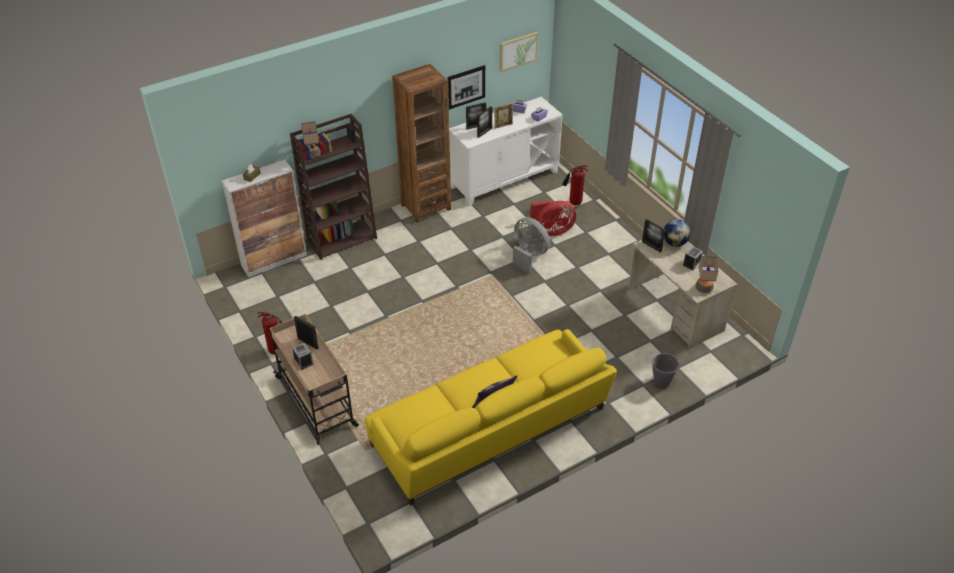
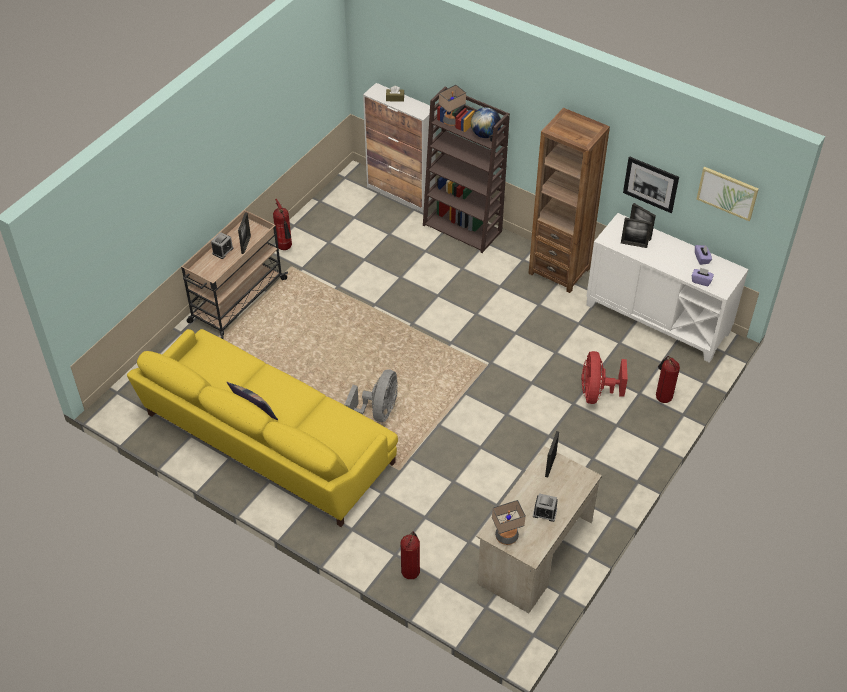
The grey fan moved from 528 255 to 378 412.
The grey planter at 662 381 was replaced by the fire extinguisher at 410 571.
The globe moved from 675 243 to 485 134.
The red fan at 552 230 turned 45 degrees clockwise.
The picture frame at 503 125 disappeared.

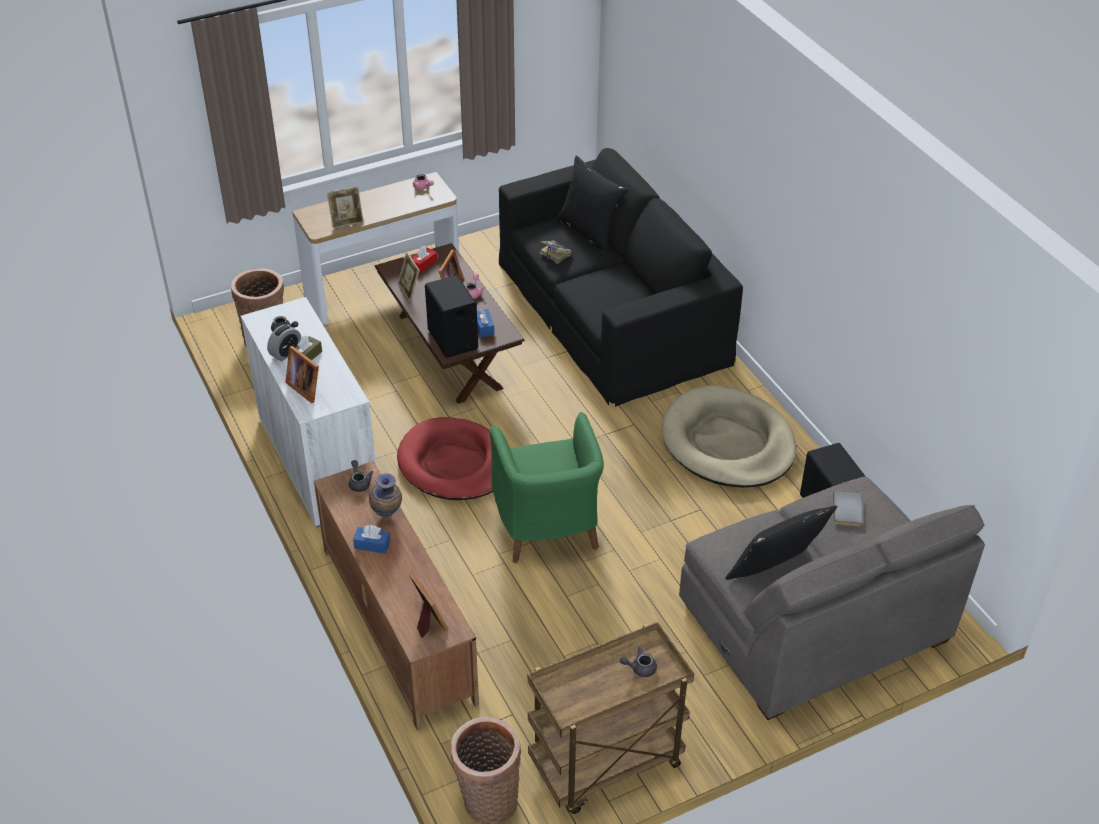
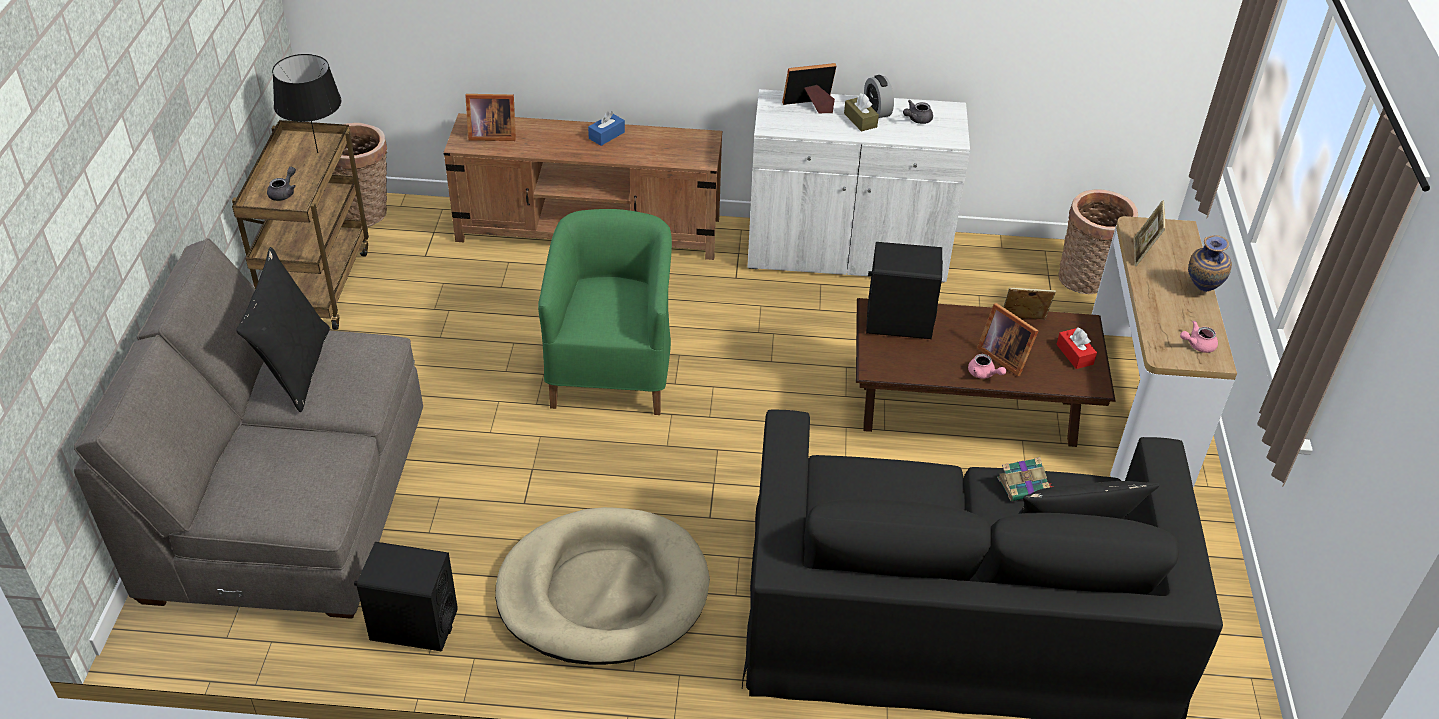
The black table lamp at 318 153 appeared.
The green armchair at 547 528 turned 75 degrees clockwise.
The vase moved from 387 516 to 1200 290.
The grey teapot at 359 482 disappeared.
The red dog bed at 454 464 disappeared.
The blue tissue box at 484 327 disappeared.
The grey book at 849 510 disappeared.

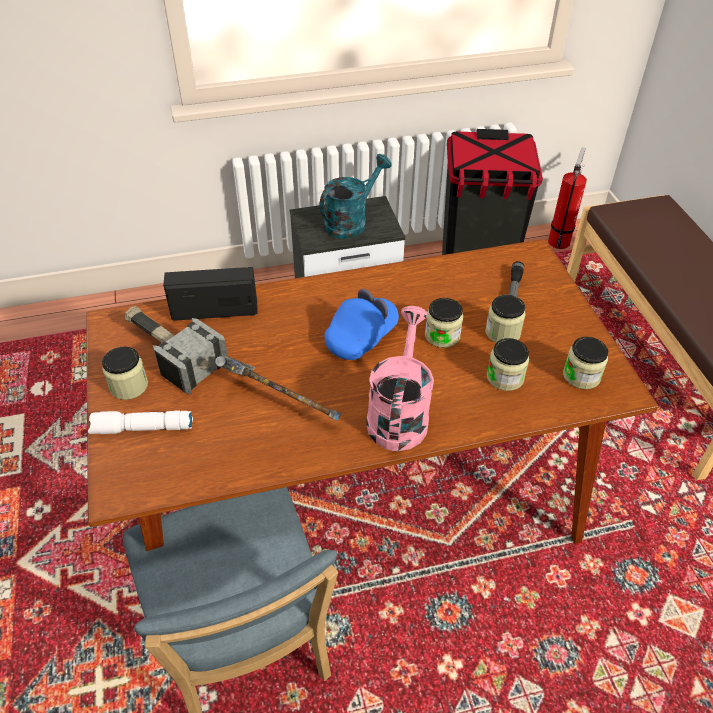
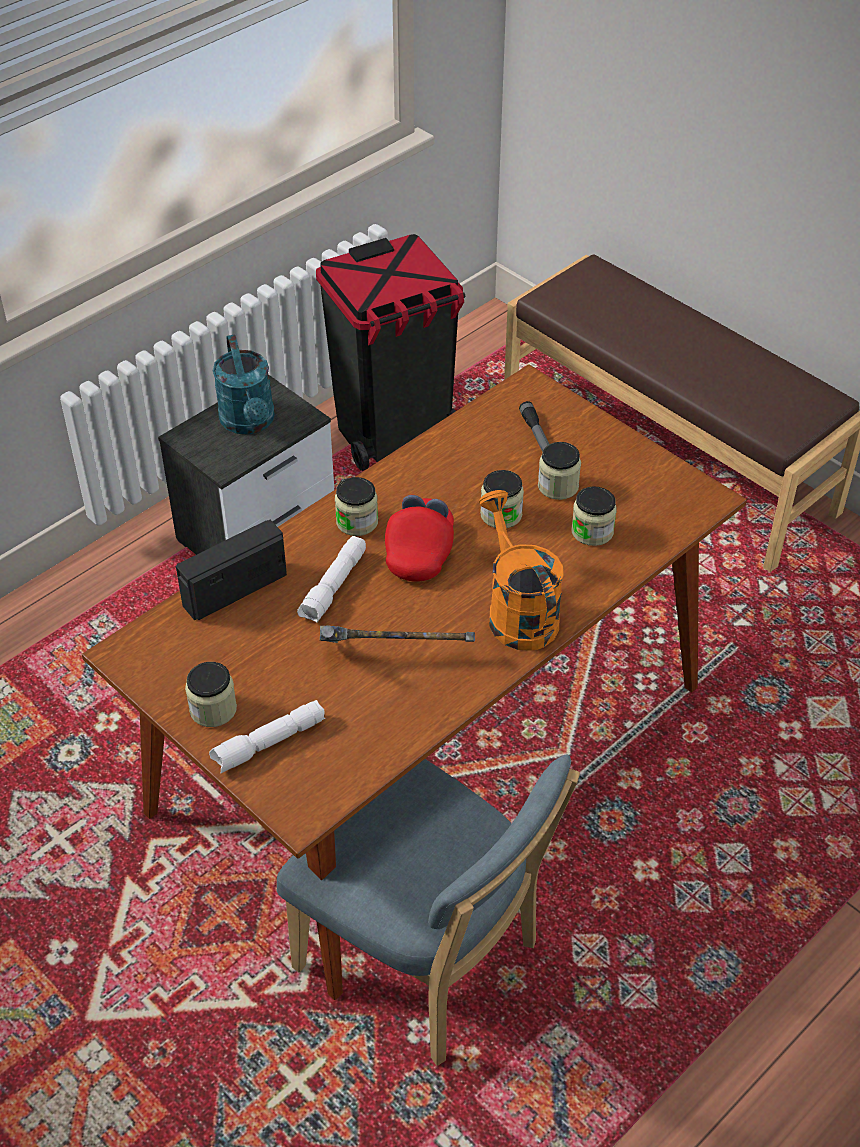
The turquoise watering can at 351 221 turned 150 degrees clockwise.
The white flashlight at 334 587 appeared.
The jar moved from 581 376 to 357 522.
The blue cap at 361 337 became the red cap at 420 551.
The pink watering can at 399 413 became the orange watering can at 517 611.
The hammer at 171 352 disappeared.
The fire extinguisher at 559 240 disappeared.

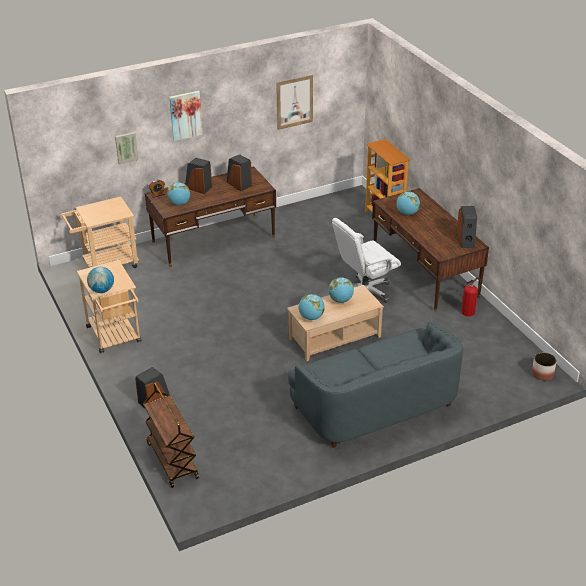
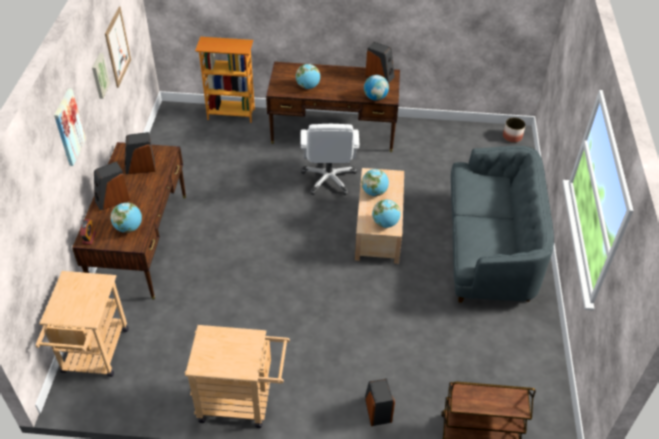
The picture moved from 126 147 to 99 75.
The globe moved from 102 290 to 375 97.
The fire extinguisher at 468 311 disappeared.

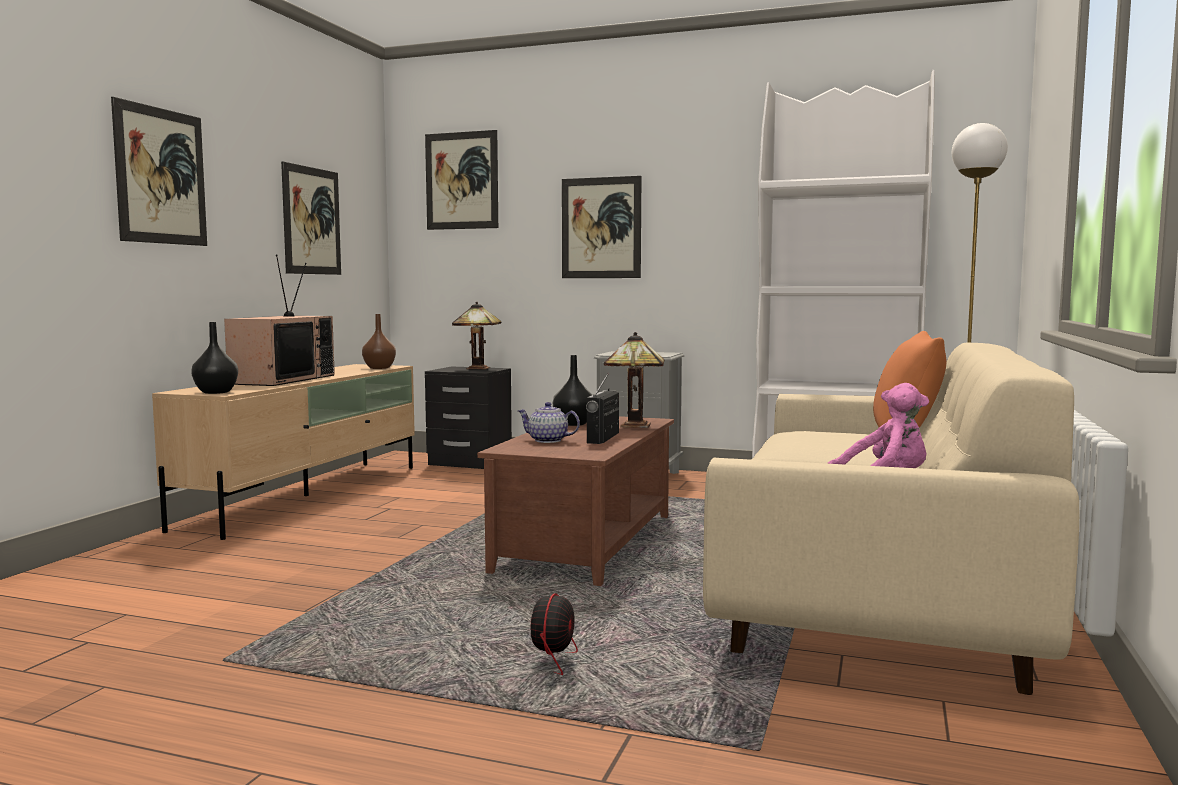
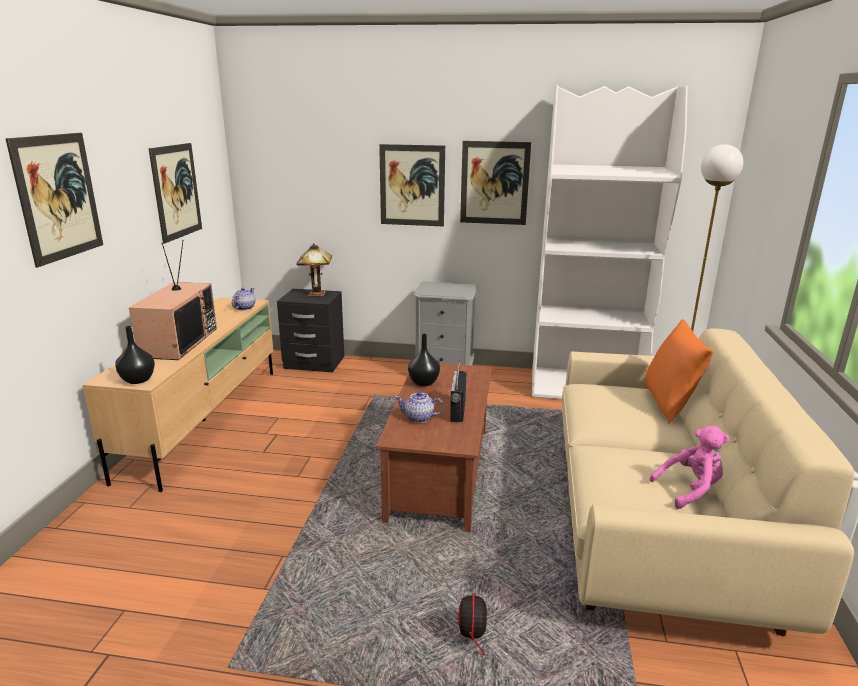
The brown vase at 378 368 was replaced by the teapot at 244 308.
The picture moved from 461 181 to 494 183.
The table lamp at 632 426 disappeared.

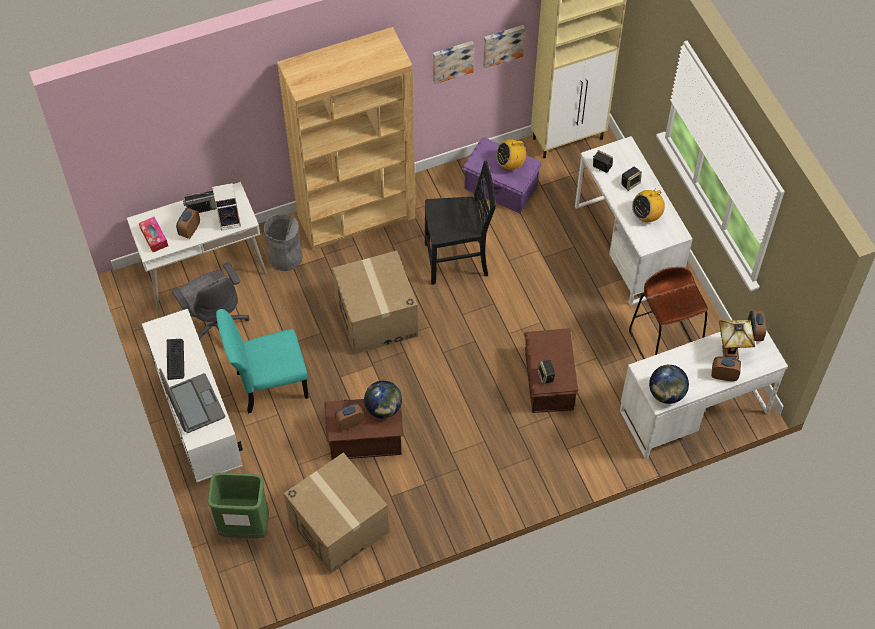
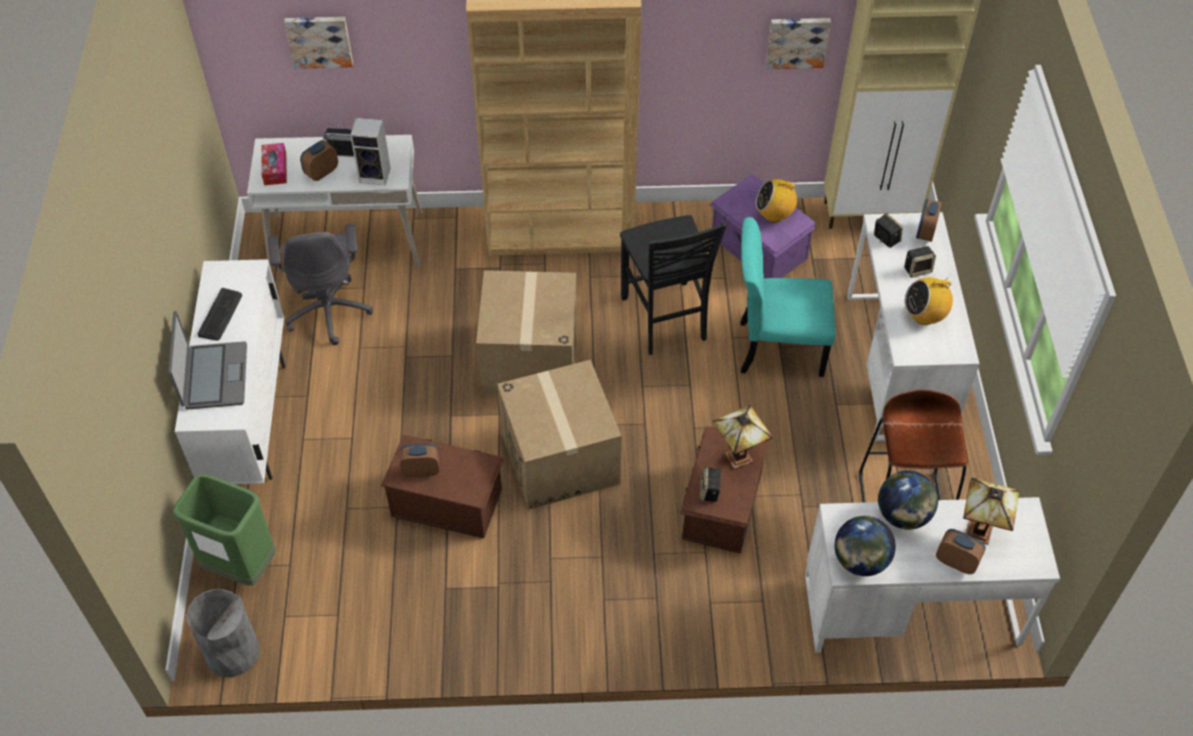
The grey trash can moved from 285 257 to 232 652.
The picture moved from 452 60 to 319 40.
The cardboard box moved from 339 526 to 560 458.
The black chair at 458 261 turned 60 degrees clockwise.
The table lamp at 736 456 appeared.
The turquoise chair moved from 268 385 to 776 348.
The globe moved from 383 408 to 902 515.
The alarm clock moved from 754 333 to 925 232.

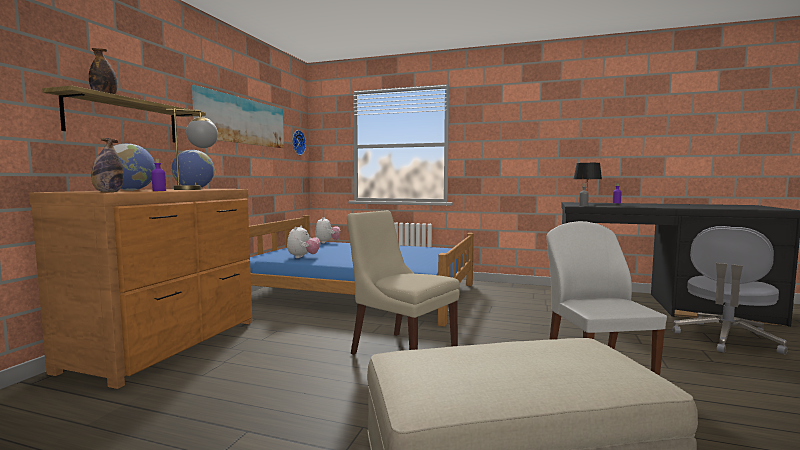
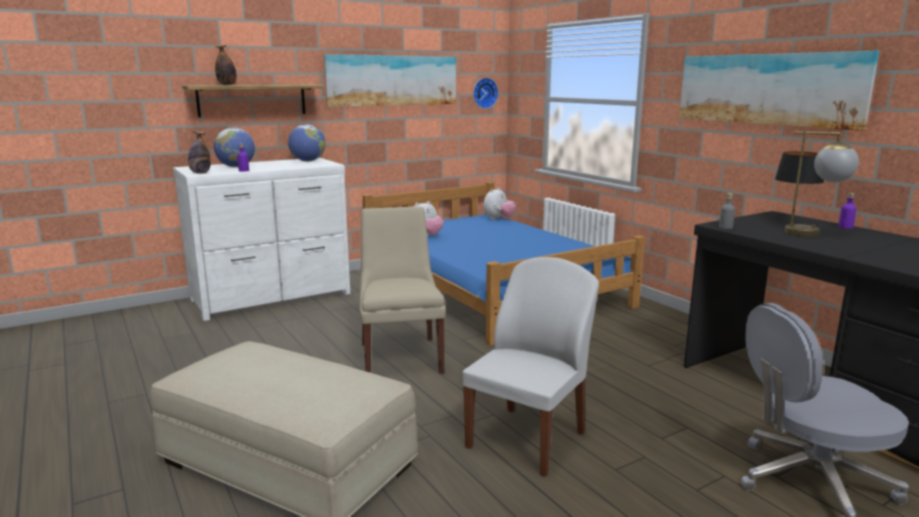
The brown dresser at 168 344 became the white dresser at 272 297.
The picture at 767 89 appeared.
The table lamp moved from 197 189 to 814 233.

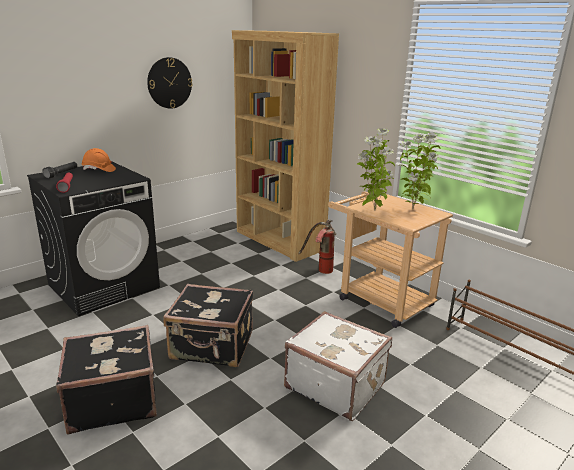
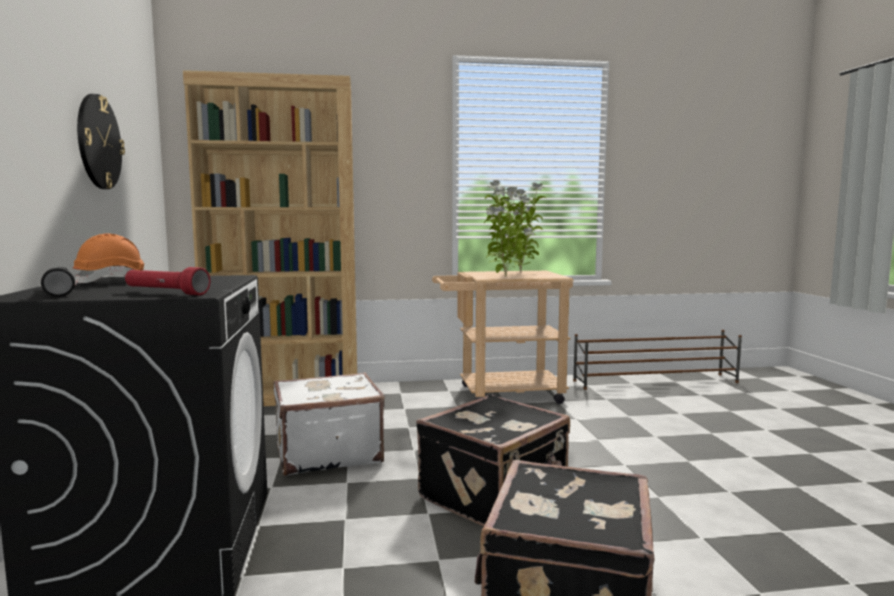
The white suitcase moved from 335 384 to 327 453.
The fire extinguisher at 319 270 disappeared.

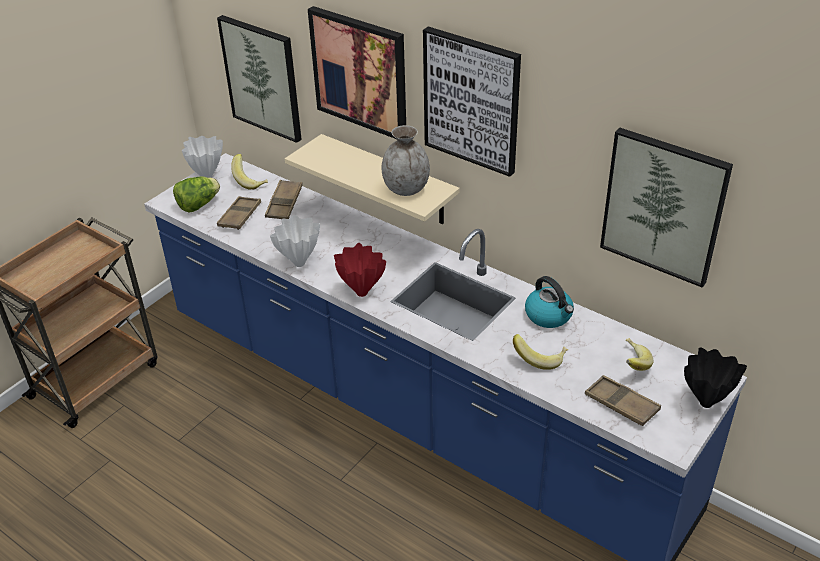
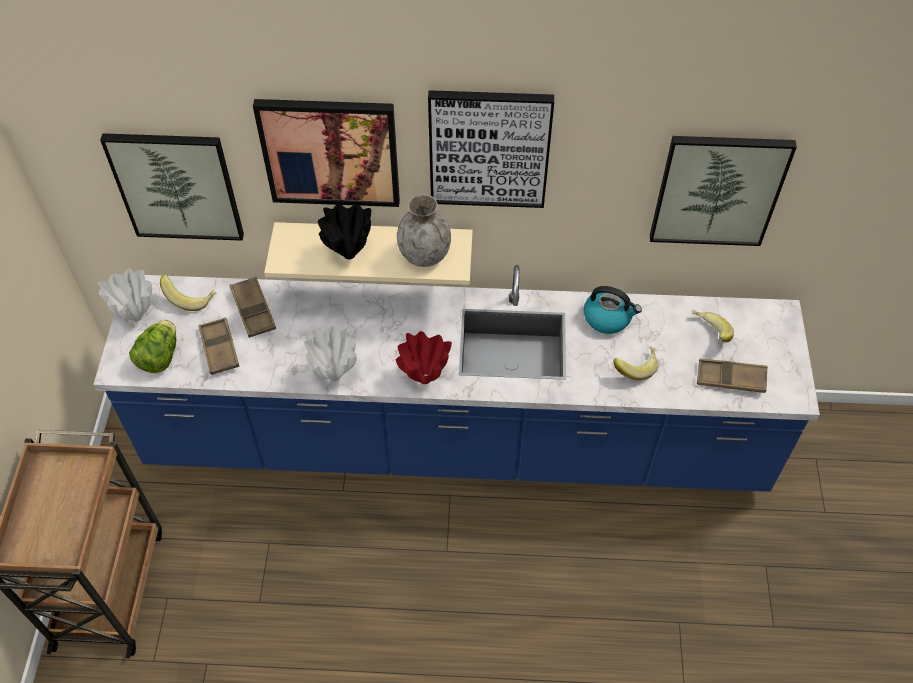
The black vase moved from 704 403 to 348 255.

